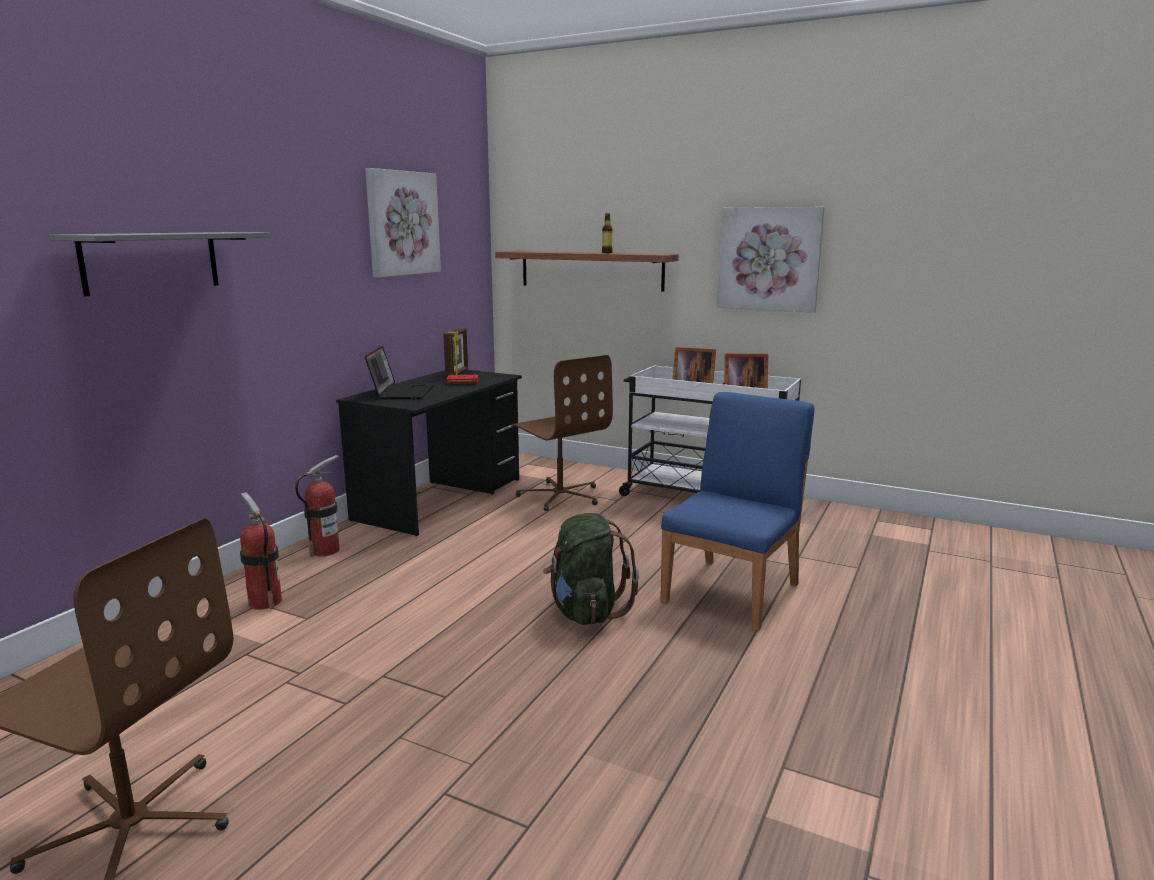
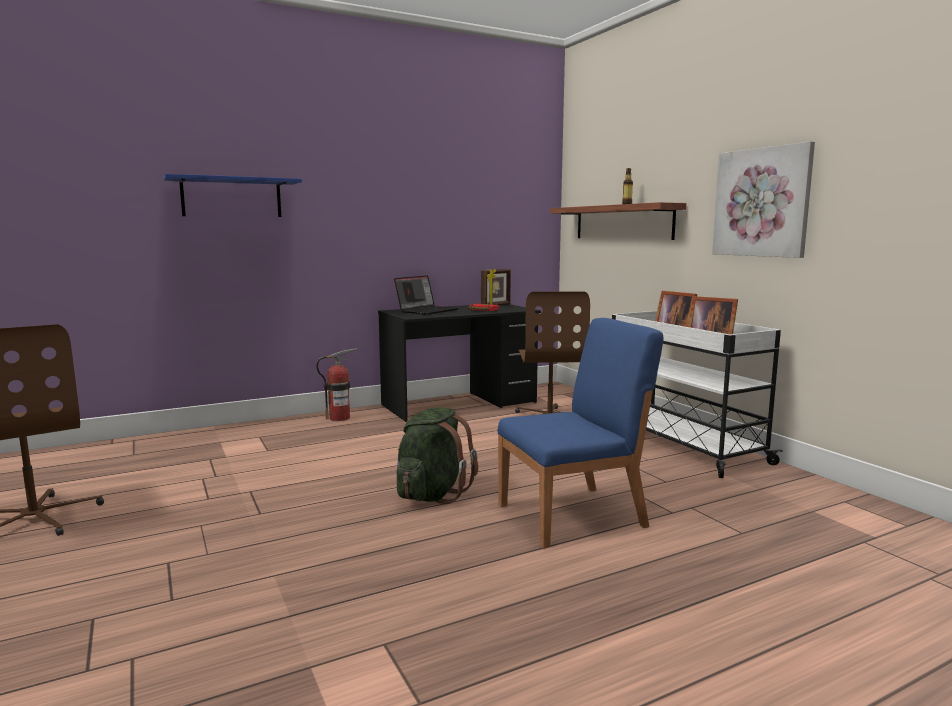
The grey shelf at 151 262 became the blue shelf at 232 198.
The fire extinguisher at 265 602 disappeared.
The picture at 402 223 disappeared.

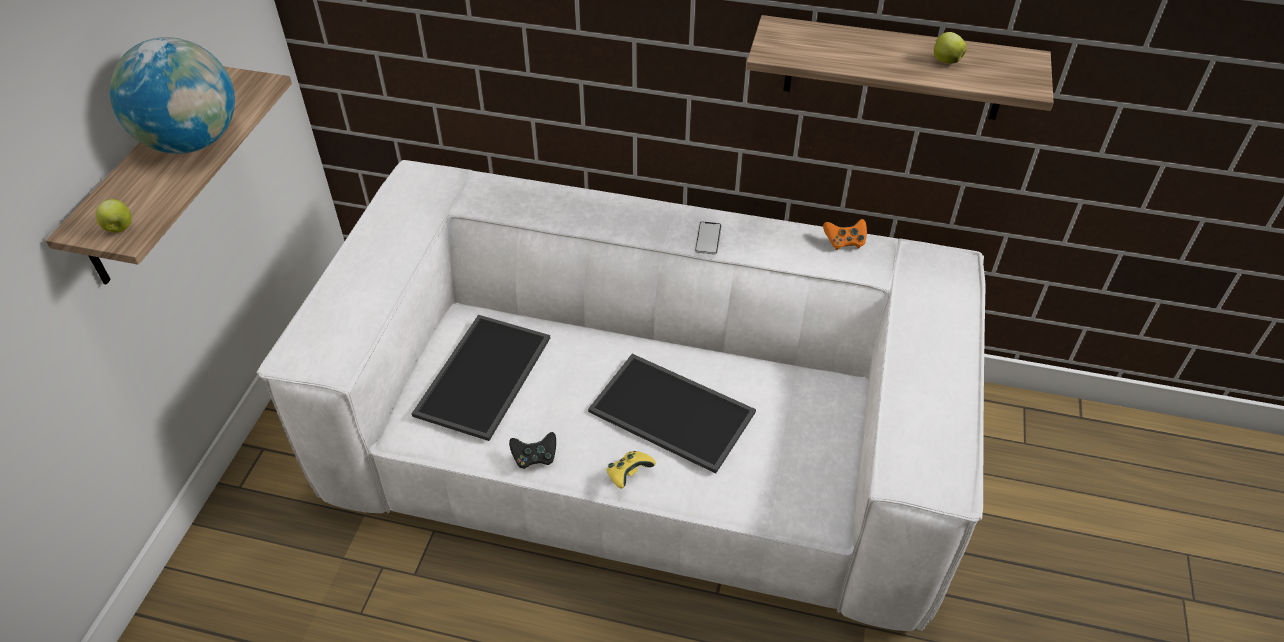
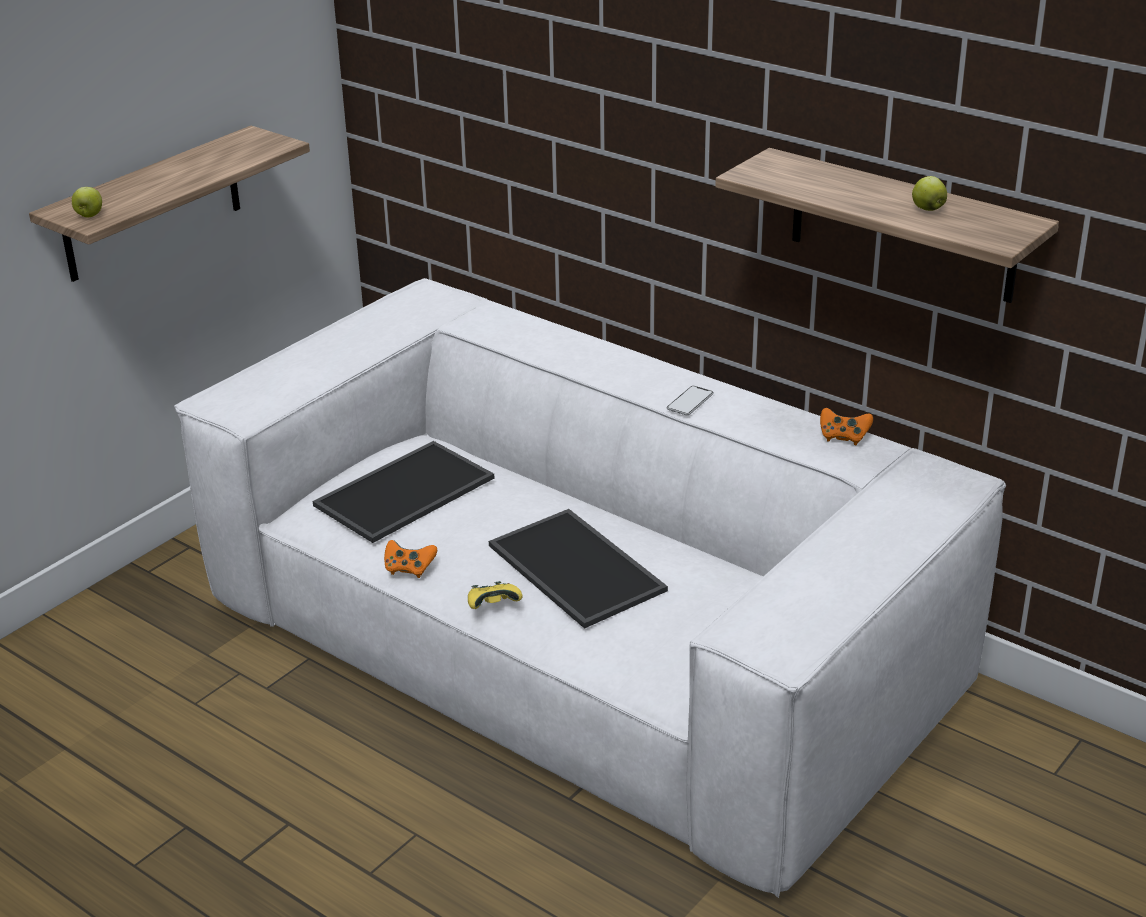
The black game controller at 534 457 became the orange game controller at 409 569.
The globe at 192 142 disappeared.

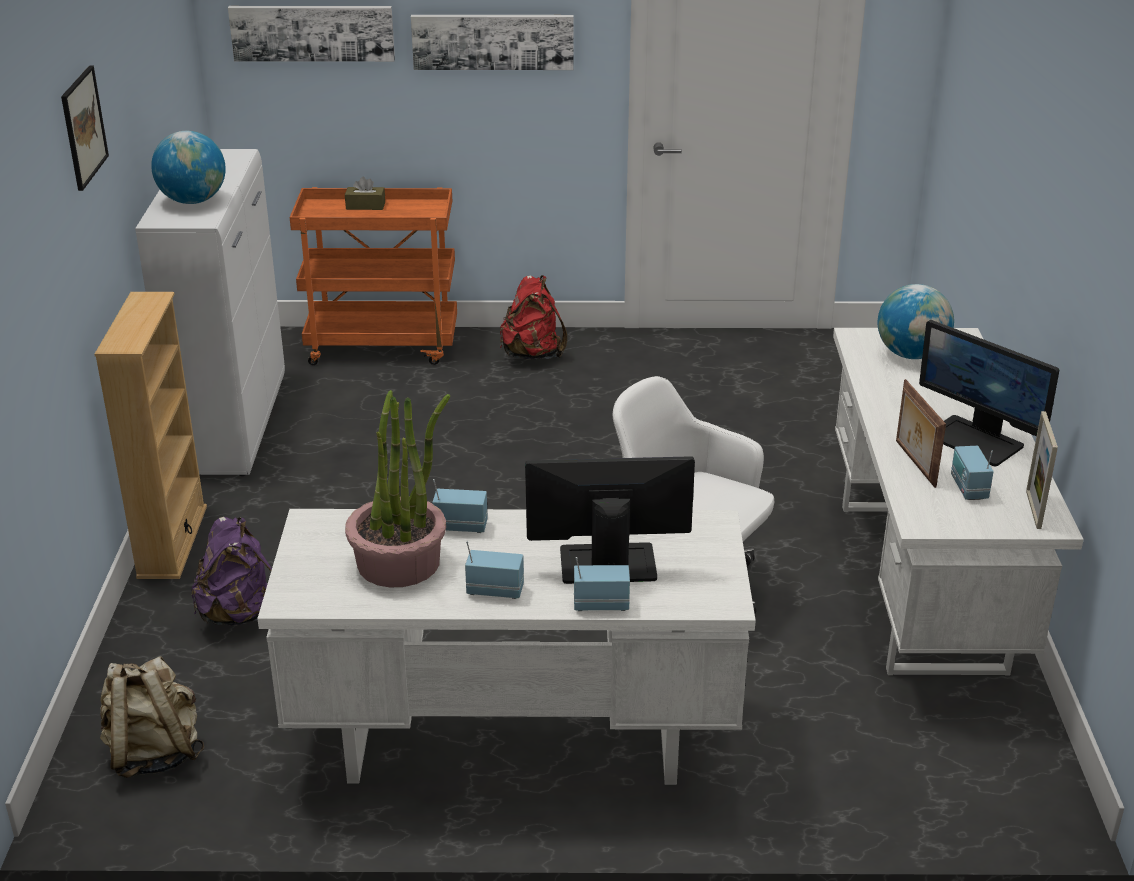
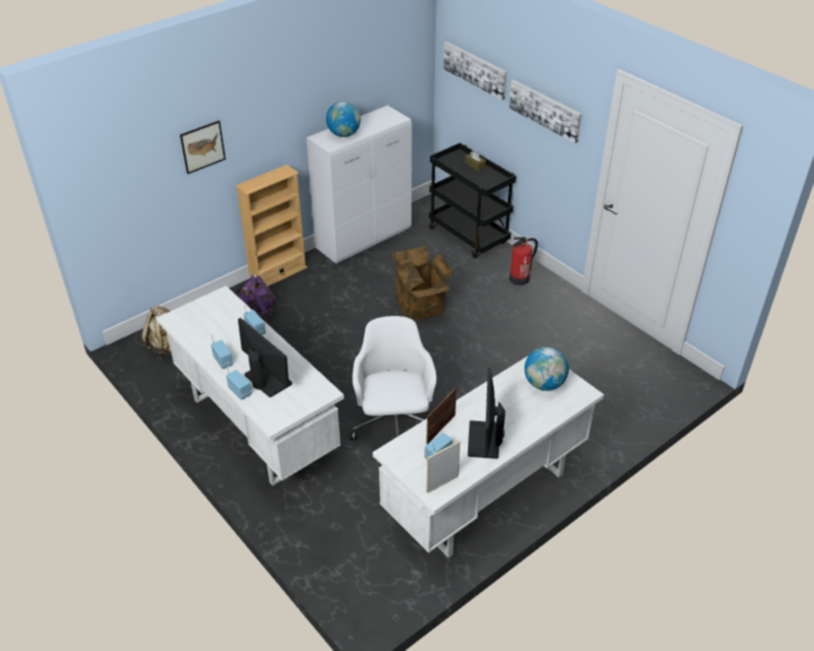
The picture moved from 83 127 to 202 146.
The cardboard box at 422 306 appeared.
The orange cart at 384 346 became the black cart at 469 237.
The red backpack at 533 354 was replaced by the fire extinguisher at 519 279.
The potted plant at 399 562 disappeared.

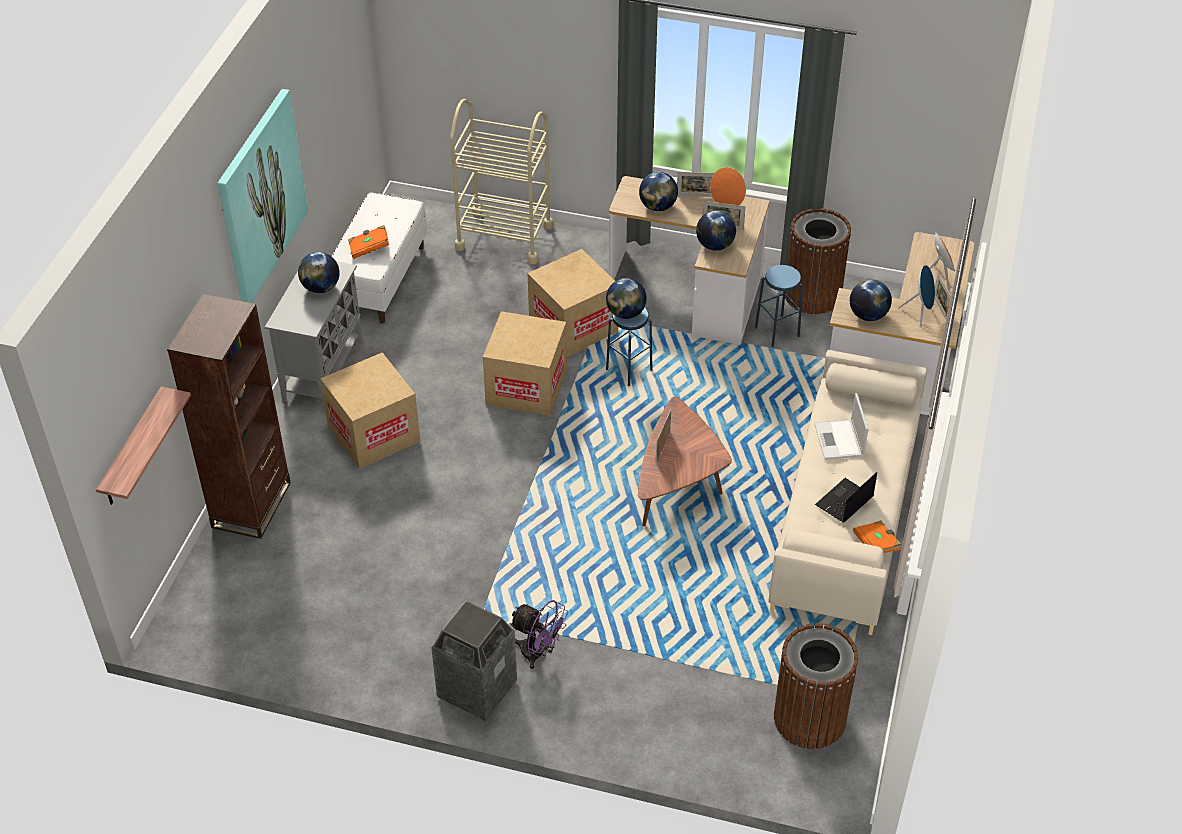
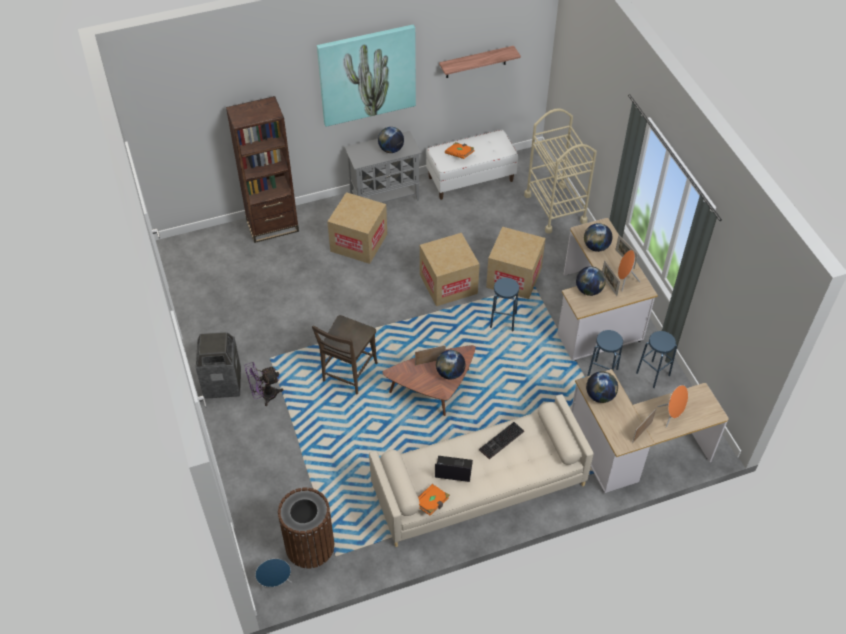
The purple fan at 538 653 turned 75 degrees clockwise.
The blue speaker moved from 920 313 to 275 583.
The brown chair at 348 374 appeared.
The globe moved from 625 313 to 450 373.
The shelf moved from 132 449 to 476 62.
The laptop at 839 440 was replaced by the keyboard at 501 442.
The brown trash can at 812 294 was replaced by the blue stool at 653 374.

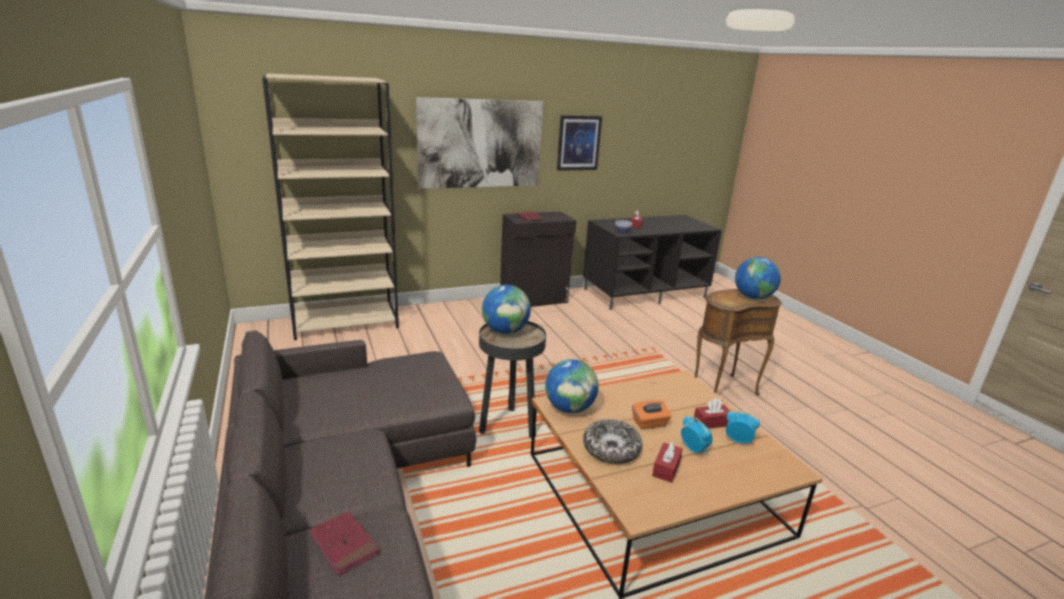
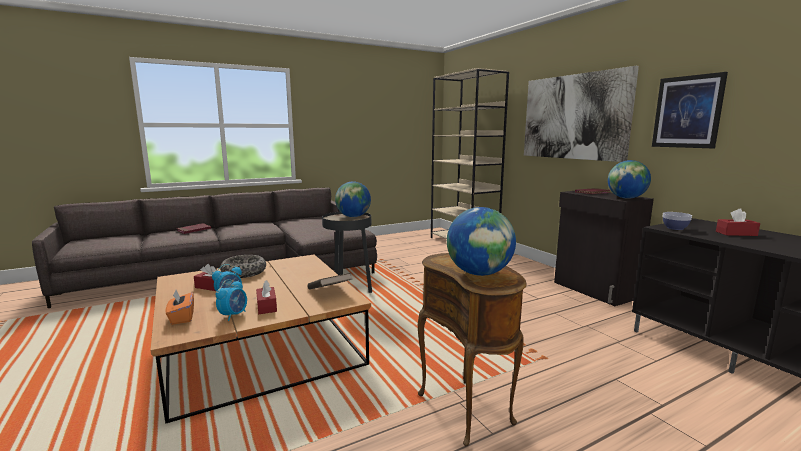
The orange tissue box moved from 649 423 to 181 317.
The brown book at 329 292 appeared.
The globe moved from 569 408 to 626 198.

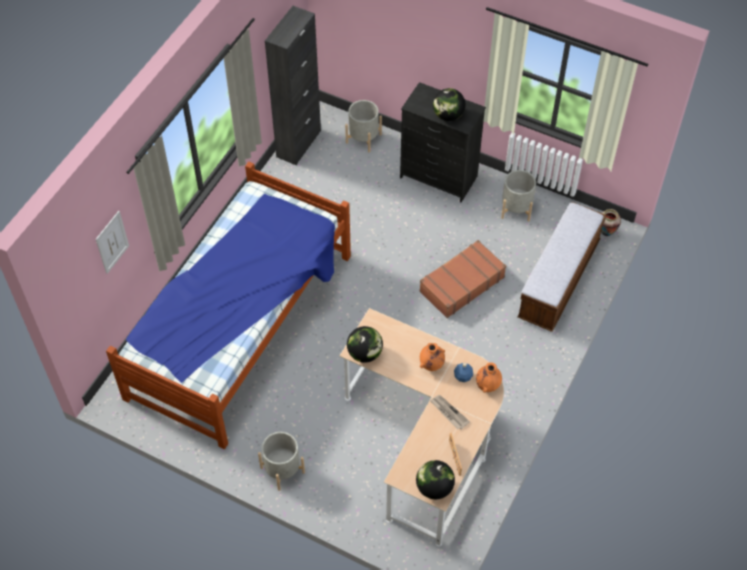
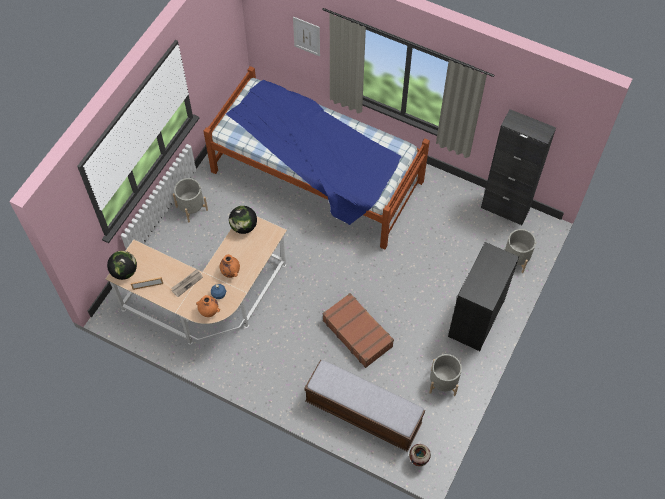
The globe at 448 115 disappeared.

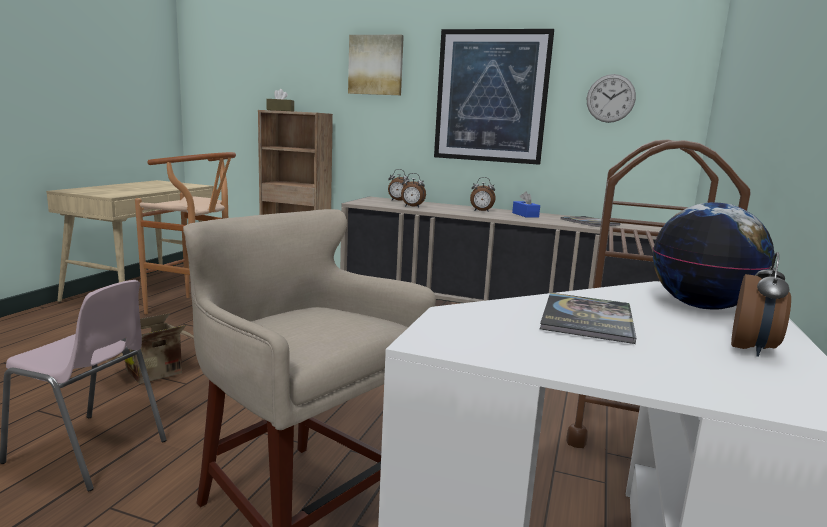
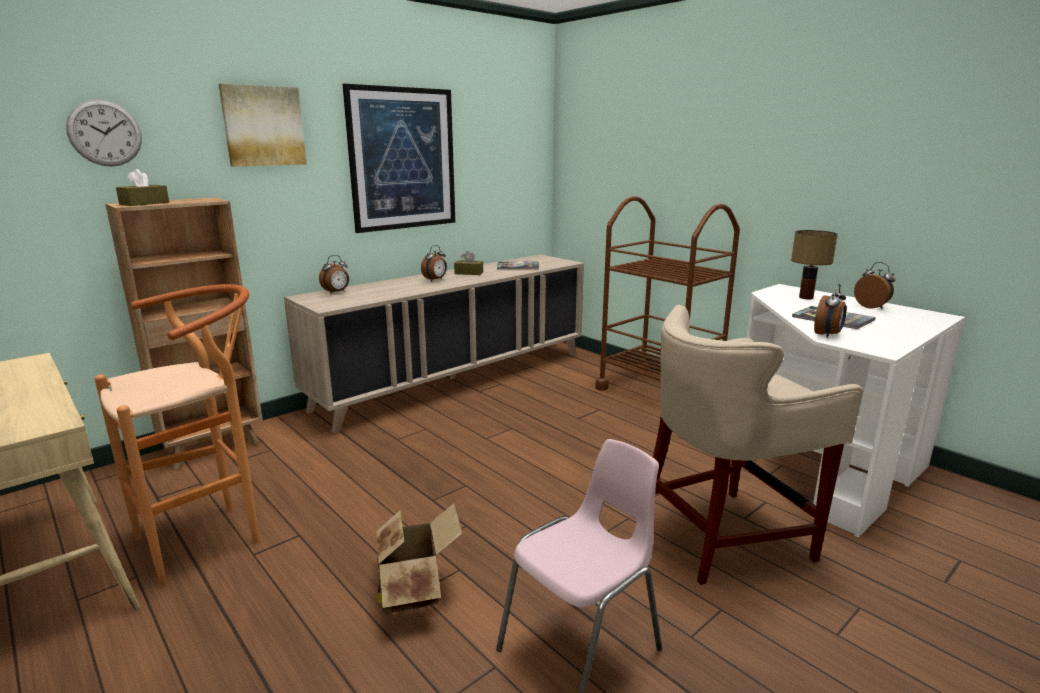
The wall clock moved from 610 98 to 105 133.
The blue tissue box at 525 215 became the brown tissue box at 469 273.
The globe at 701 306 was replaced by the table lamp at 805 297.
The alarm clock moved from 412 207 to 828 335.

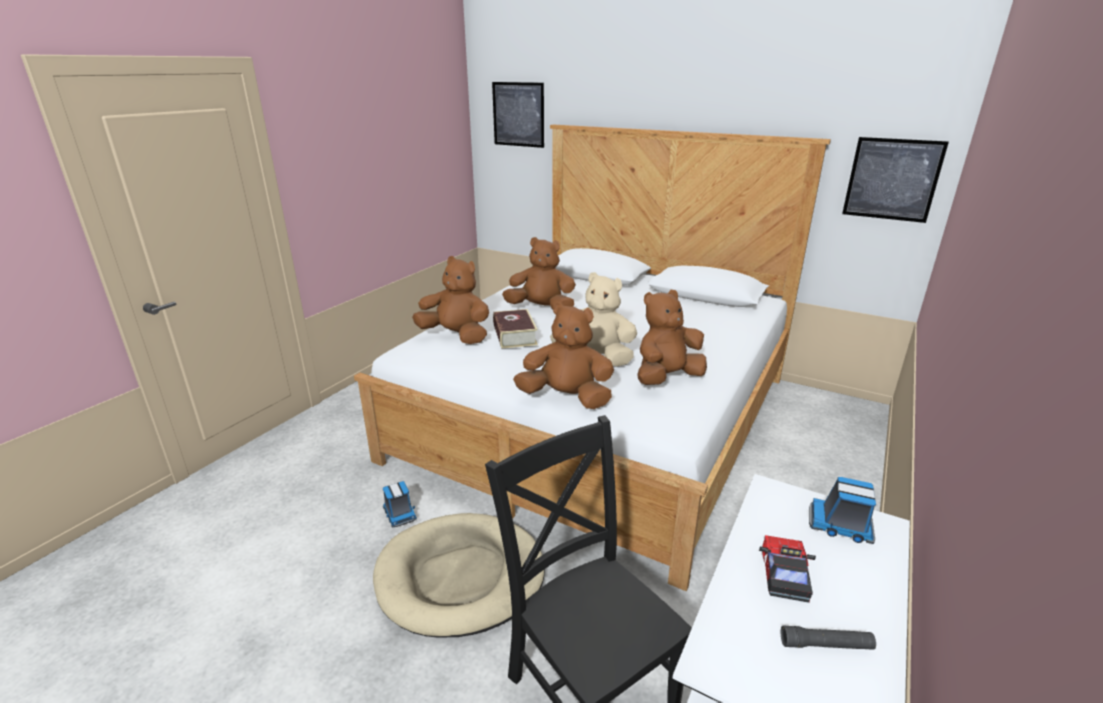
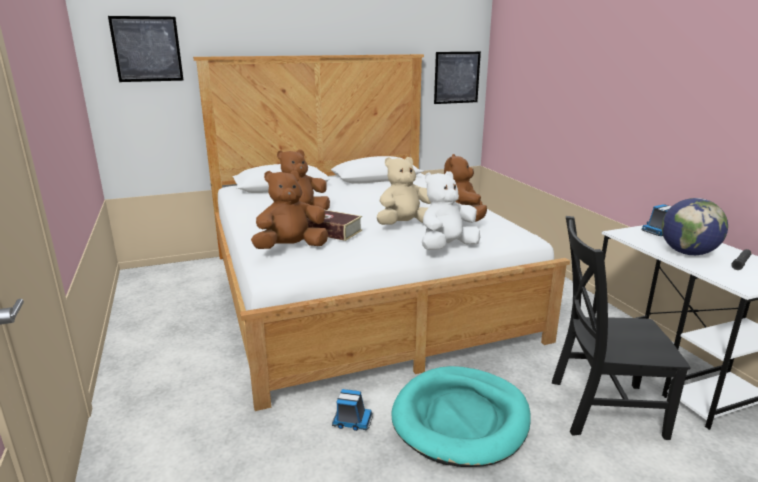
The beige dog bed at 460 577 became the turquoise dog bed at 461 419.
The brown plush toy at 566 398 became the white plush toy at 447 247.
The toy car at 784 573 was replaced by the globe at 687 253.

